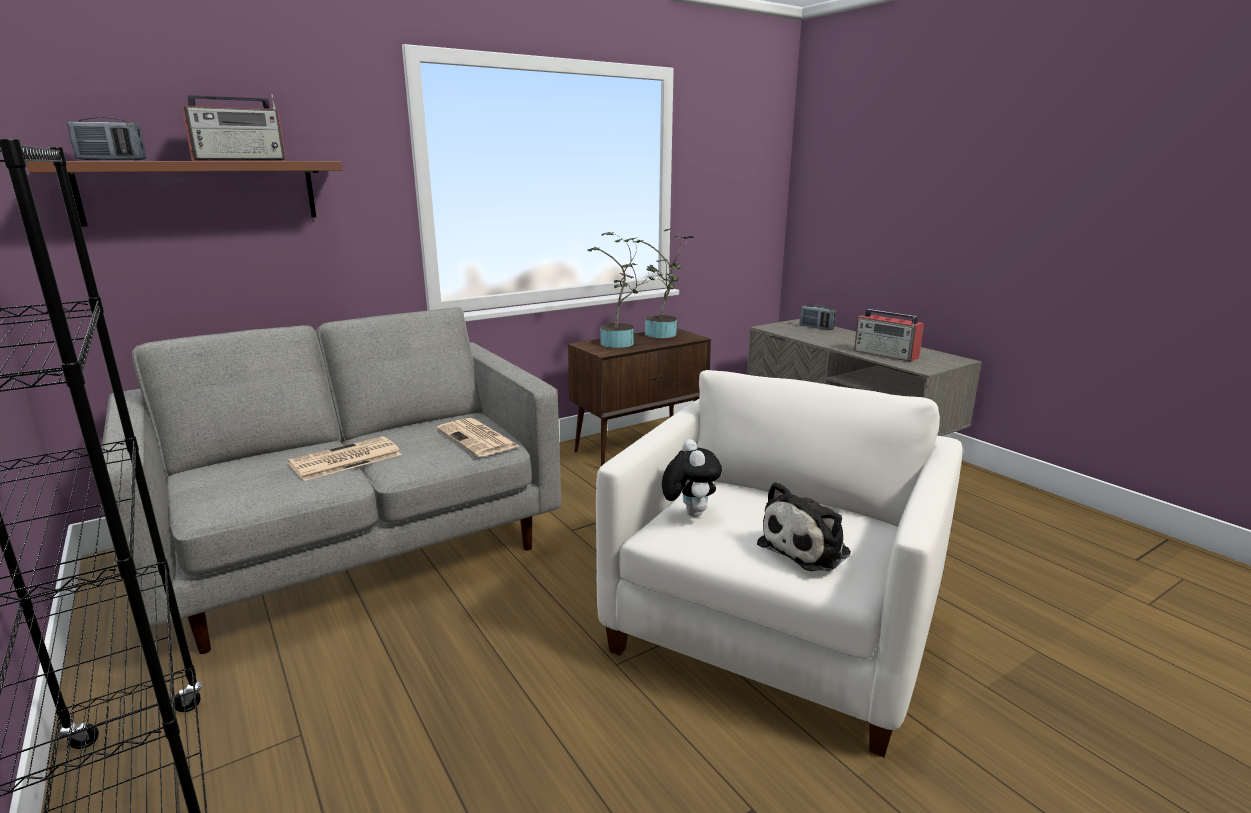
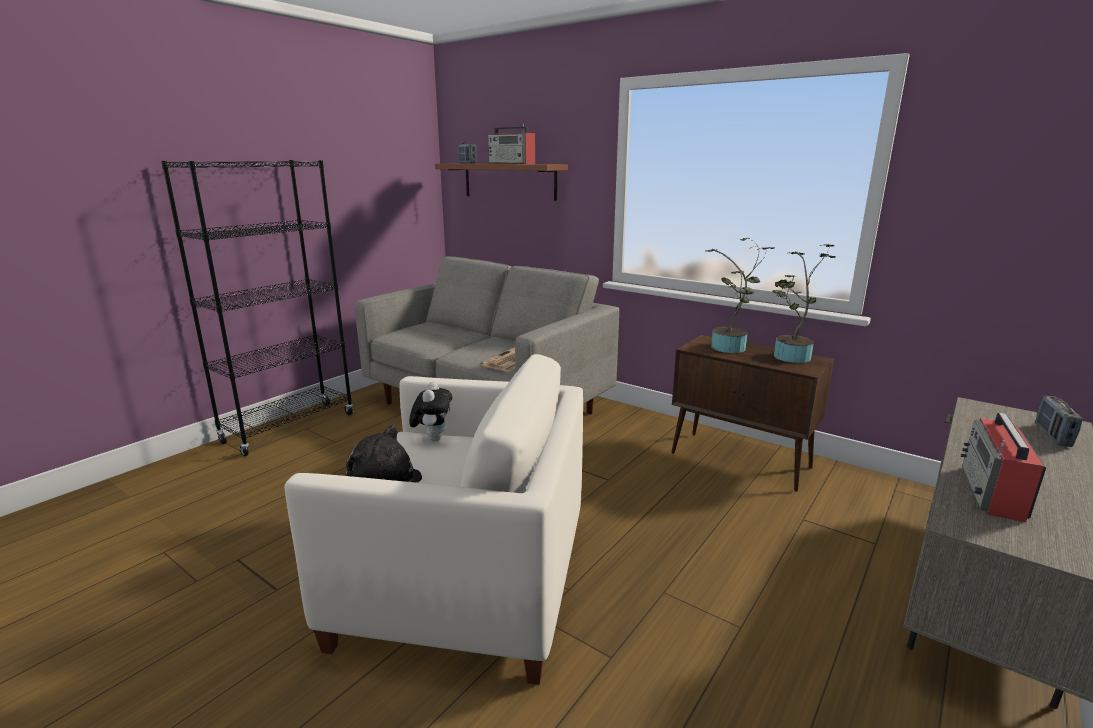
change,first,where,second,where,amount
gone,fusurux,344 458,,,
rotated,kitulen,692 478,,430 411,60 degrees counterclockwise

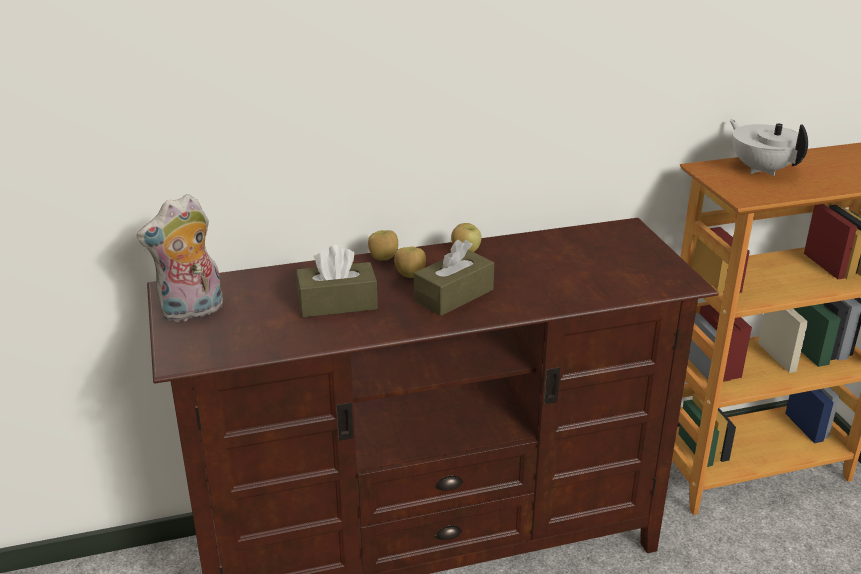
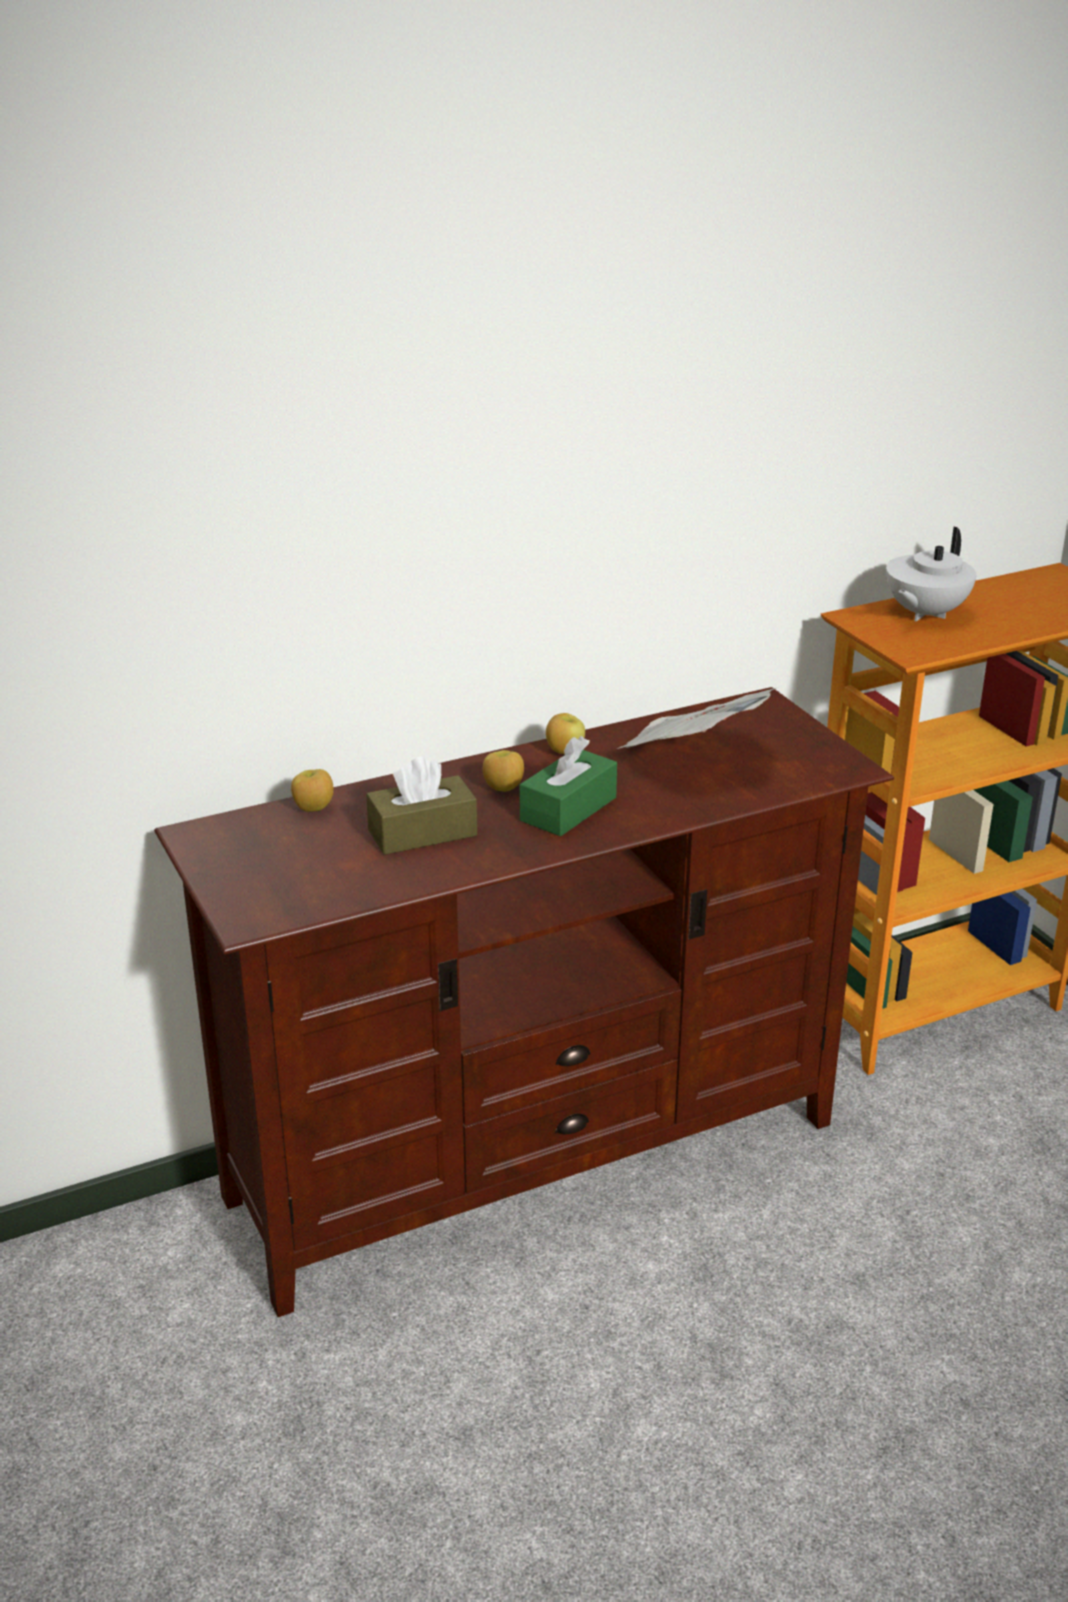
change,first,where,second,where,amount
rotated,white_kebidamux,769 148,,931 574,105 degrees counterclockwise
gone,kitulen,179 258,,,
shifted,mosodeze,383 245,,312 790,
repainted,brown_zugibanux,454 278,green_zugibanux,568 786,
new,,,fusurux,696 718,

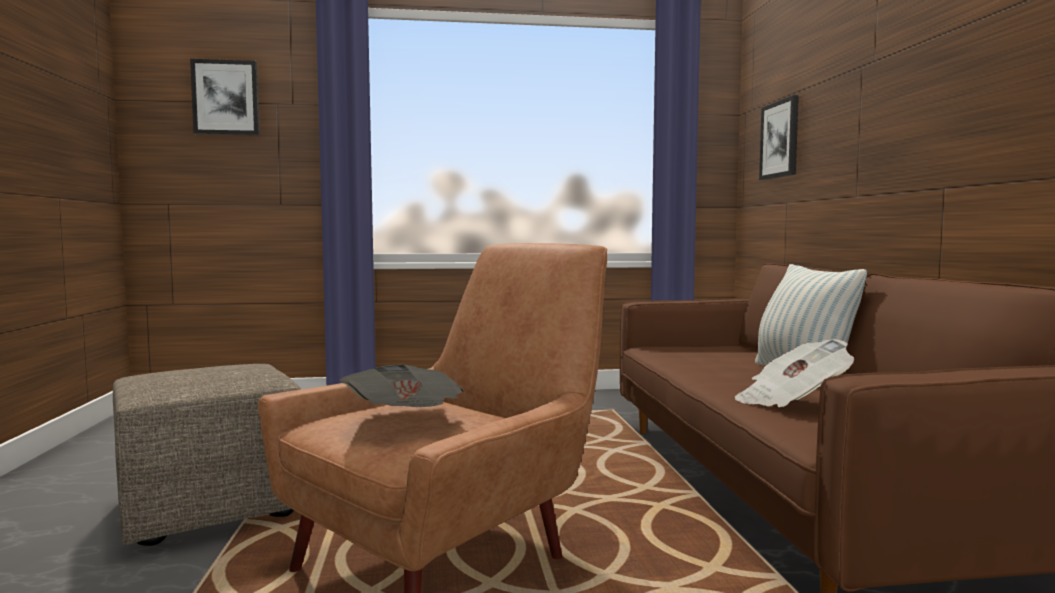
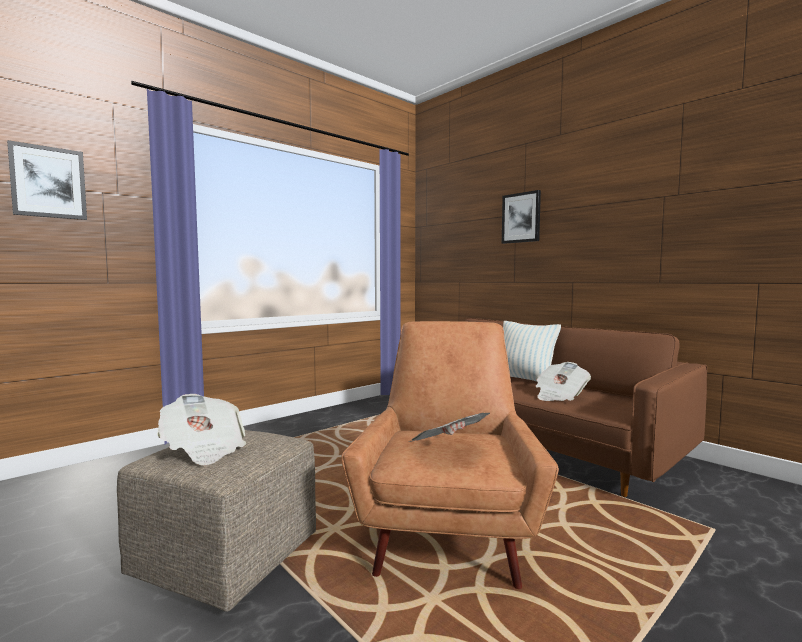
change,first,where,second,where,amount
shifted,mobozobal,779 137,,521 217,
new,,,fusurux,201 429,

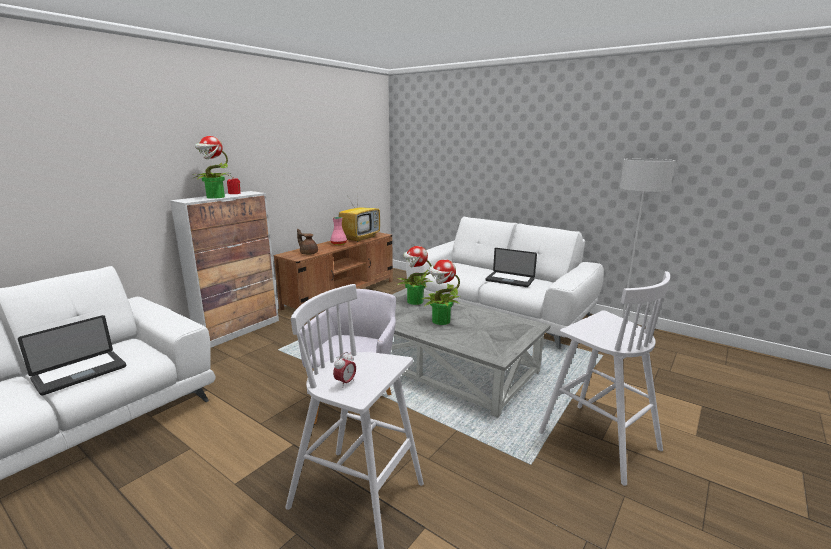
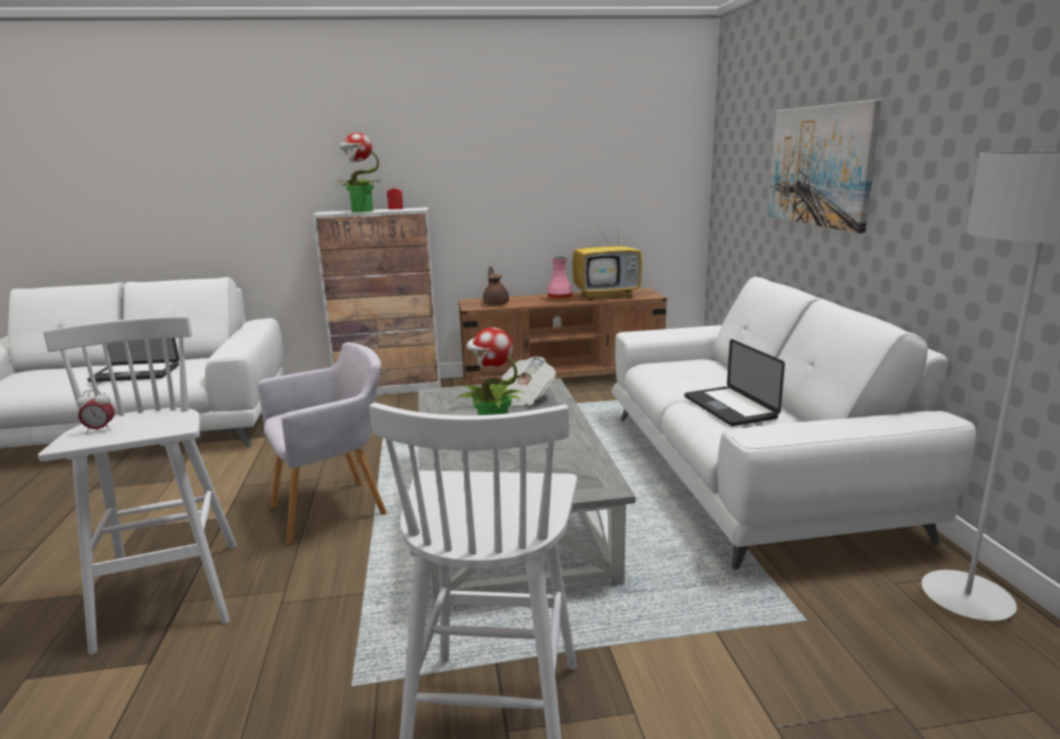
change,first,where,second,where,amount
swapped,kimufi,414 275,fusurux,528 381,
new,,,mobozobal,825 166,

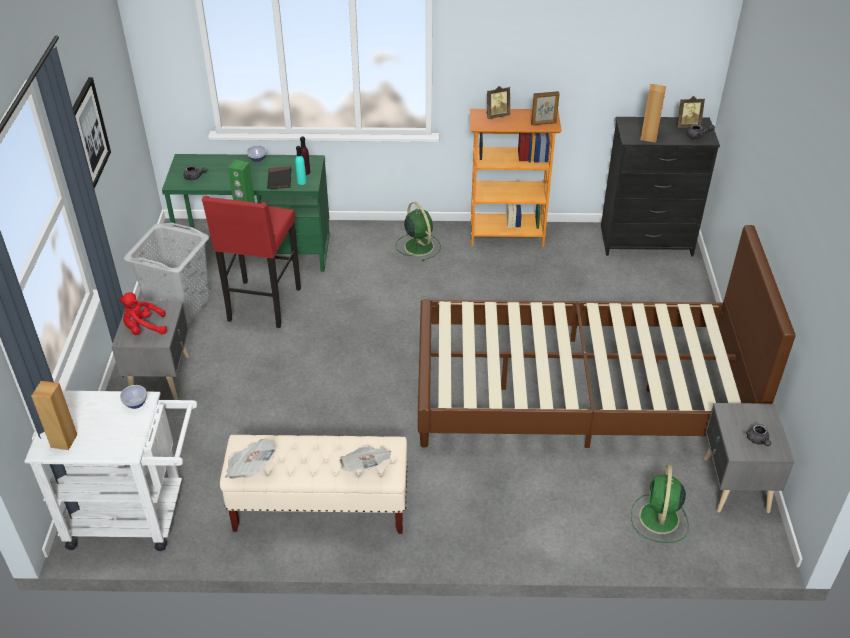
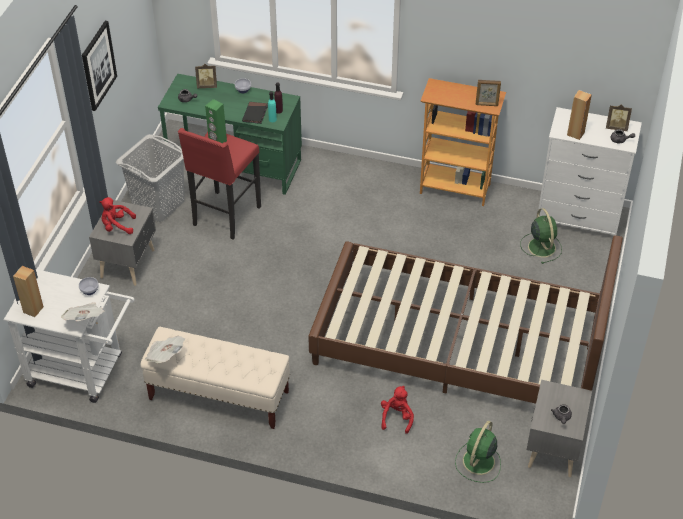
change,first,where,second,where,amount
shifted,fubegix,498 102,,206 76,
repainted,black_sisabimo,660 187,white_sisabimo,590 171,
shifted,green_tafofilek,418 231,,541 236,
shifted,fusurux,365 458,,83 311,
new,,,red_kitulen,397 410,

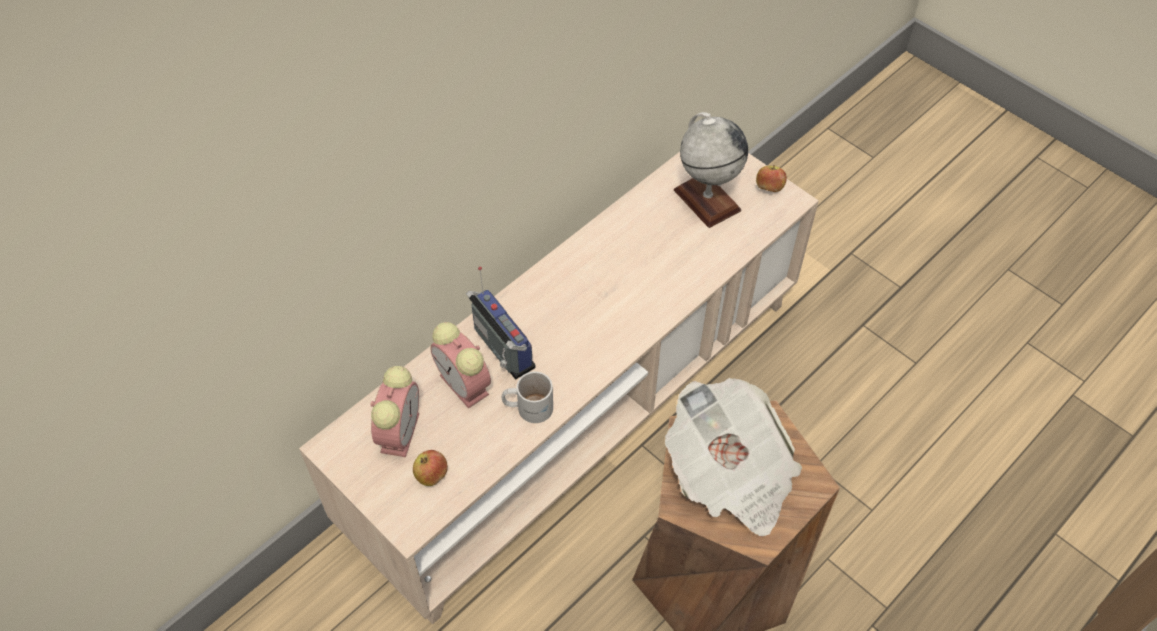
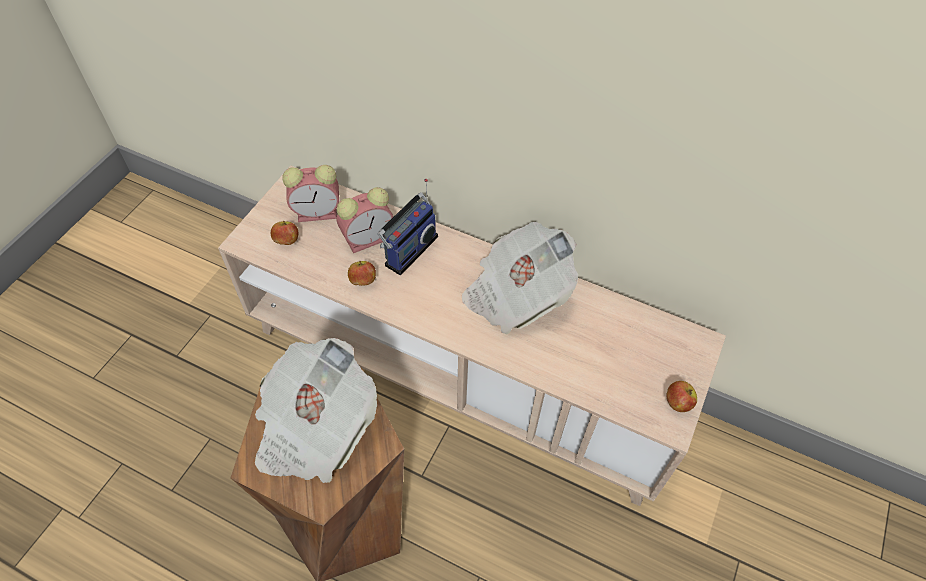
change,first,where,second,where,amount
gone,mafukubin,711 170,,,
rotated,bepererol,460 365,,364 220,150 degrees counterclockwise
swapped,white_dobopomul,527 397,mosodeze,362 273,
new,,,fusurux,520 278,

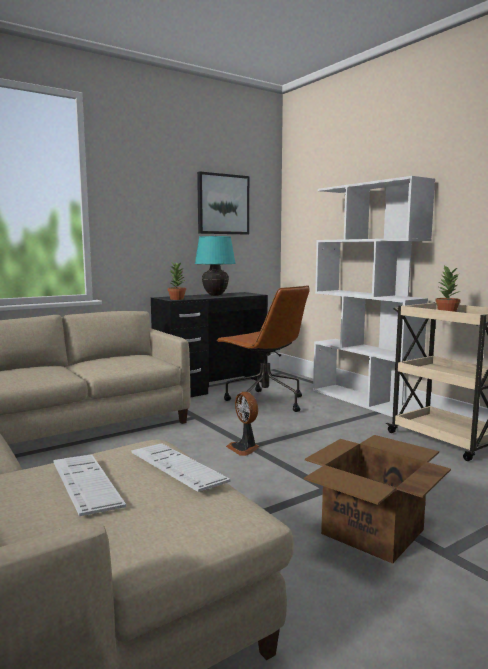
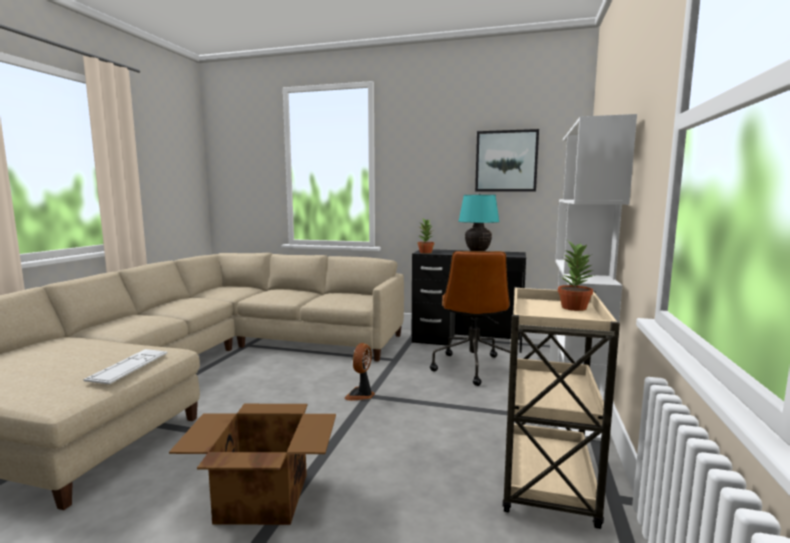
change,first,where,second,where,amount
gone,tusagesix,89 485,,,

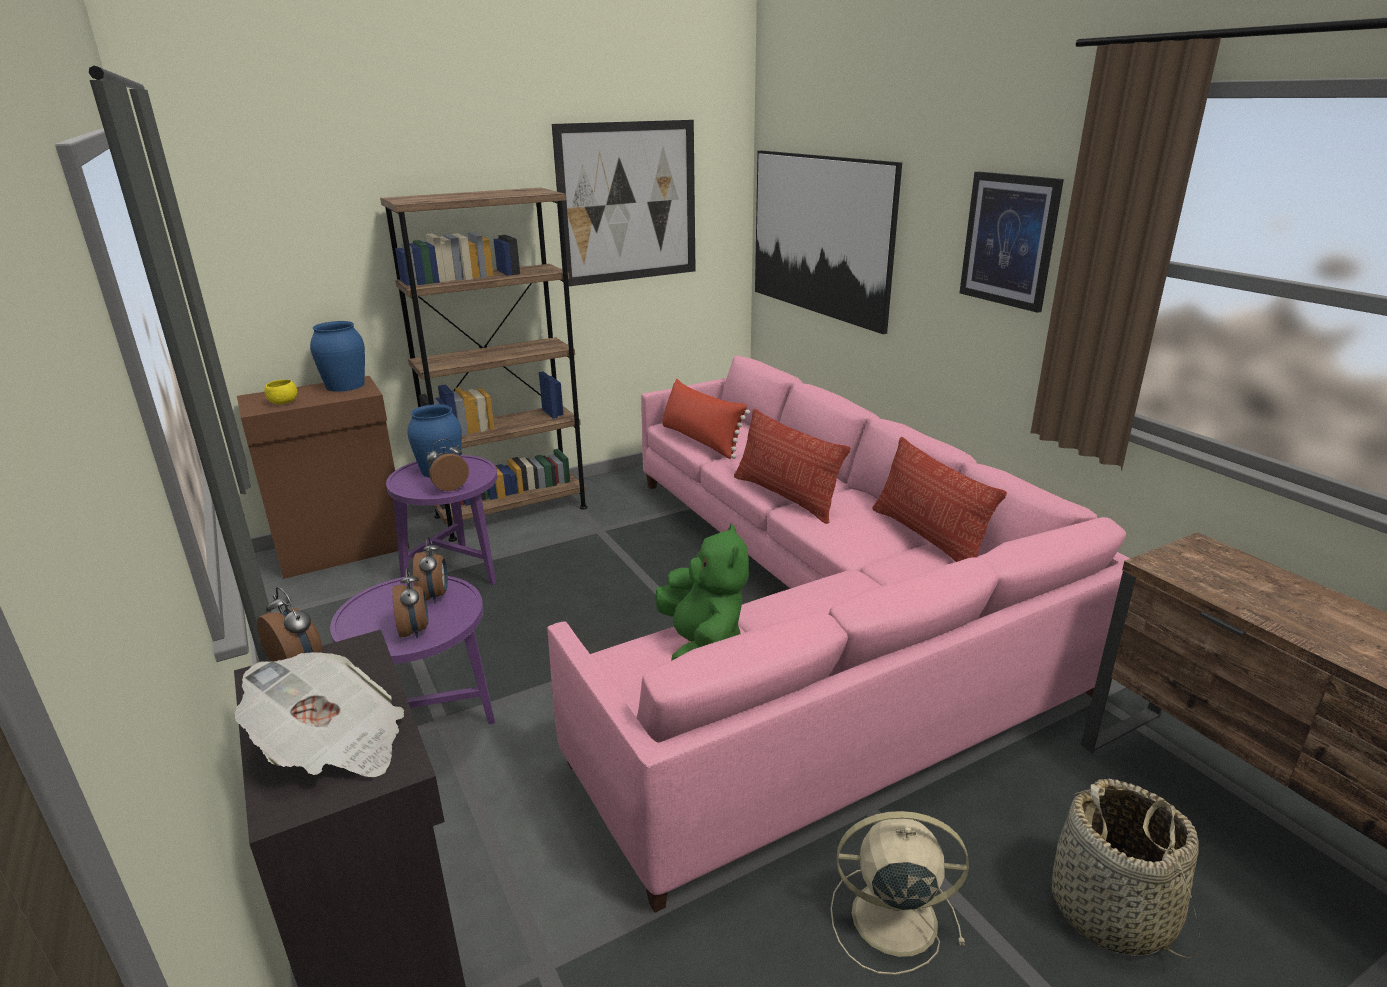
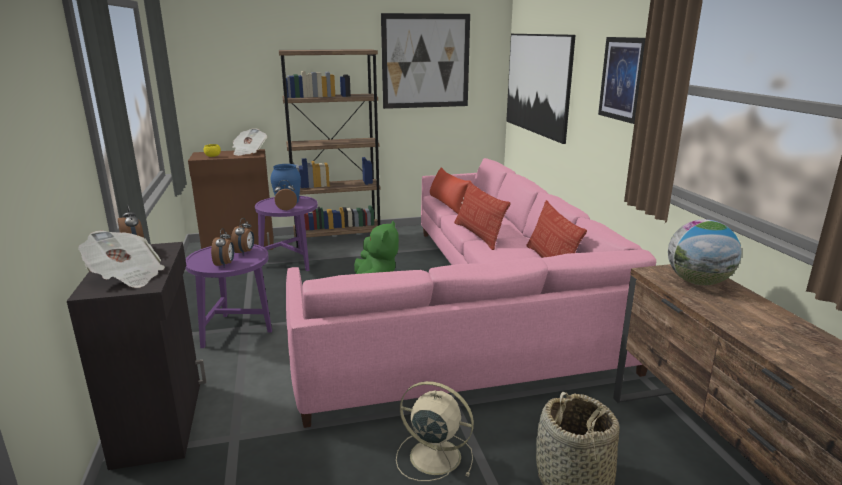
change,first,where,second,where,amount
swapped,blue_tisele,337 356,fusurux,249 142,
new,,,mafukubin,704 252,

